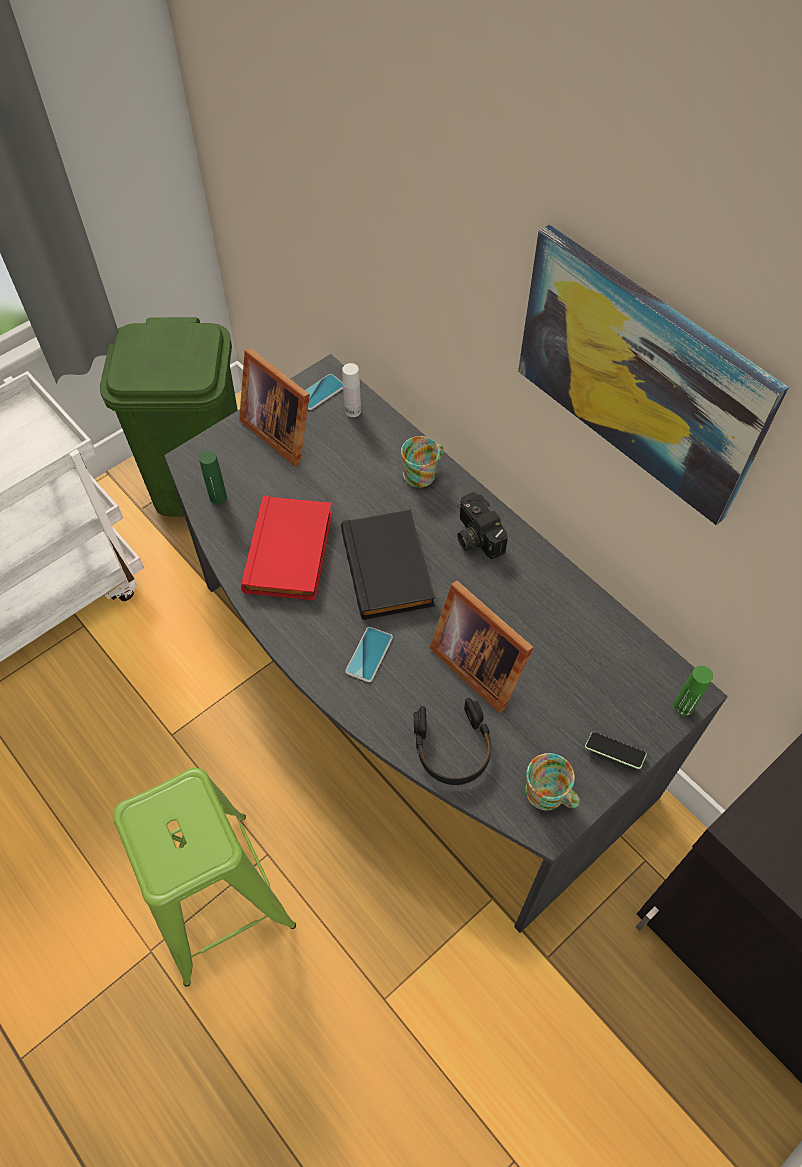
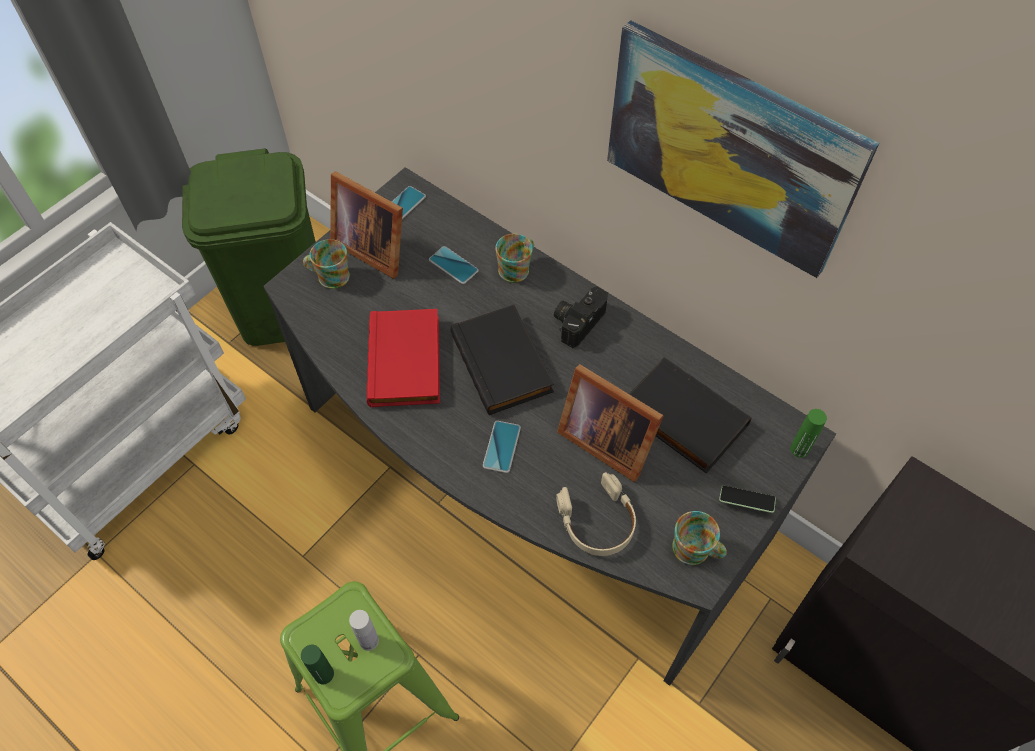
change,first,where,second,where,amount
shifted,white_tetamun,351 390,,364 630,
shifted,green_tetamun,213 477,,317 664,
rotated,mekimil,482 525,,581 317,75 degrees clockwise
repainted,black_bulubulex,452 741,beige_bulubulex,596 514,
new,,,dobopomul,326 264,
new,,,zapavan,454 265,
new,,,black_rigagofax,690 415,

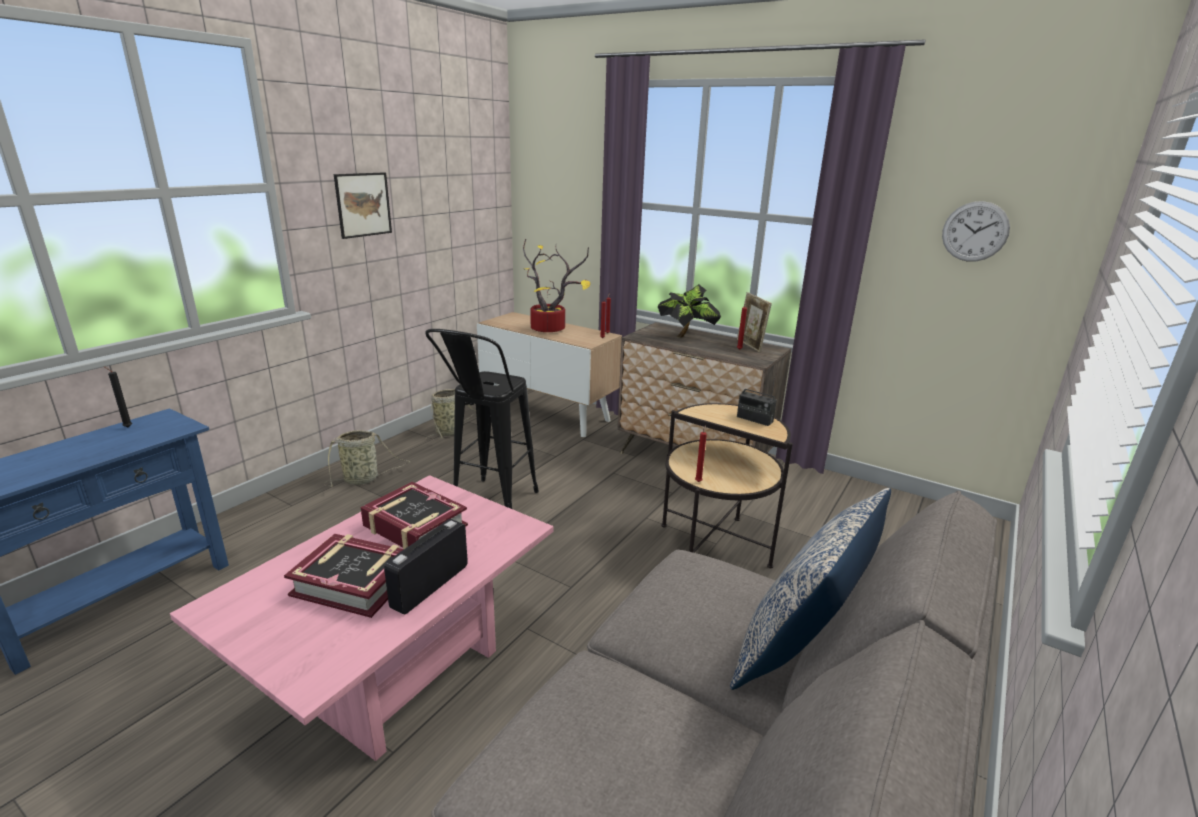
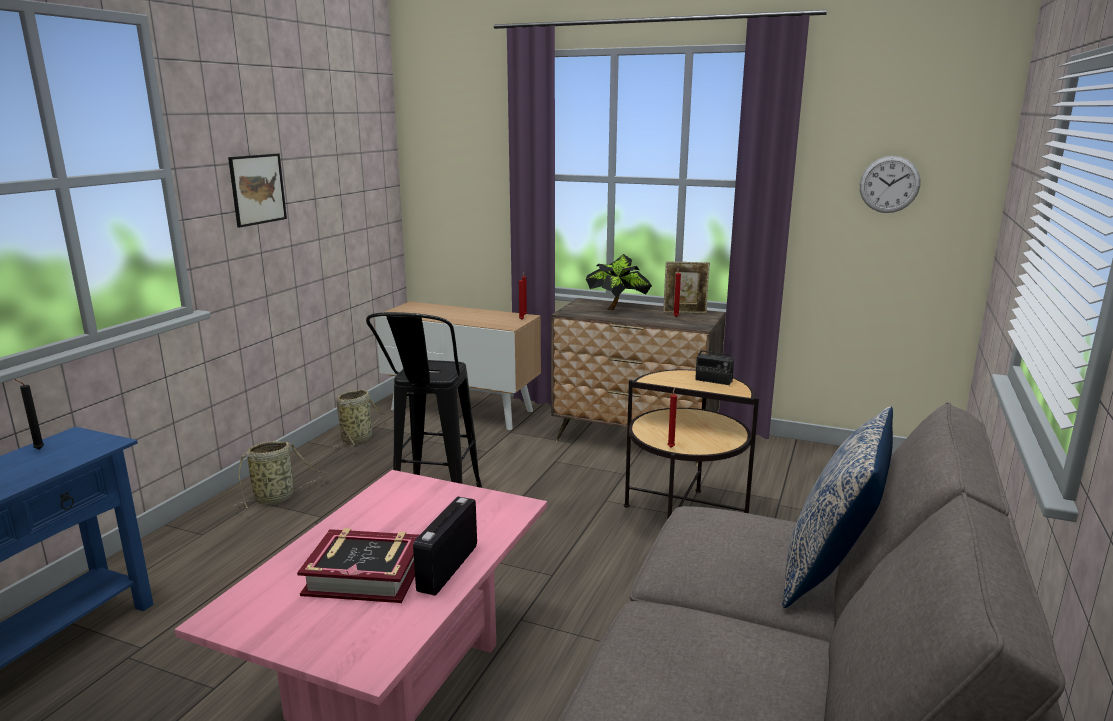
change,first,where,second,where,amount
gone,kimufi,557 285,,,
rotated,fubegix,754 322,,686 287,60 degrees counterclockwise
gone,rigagofax,414 515,,,

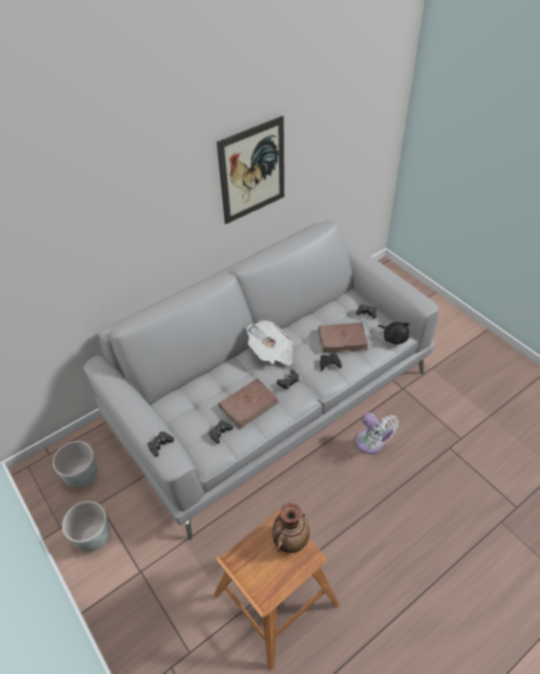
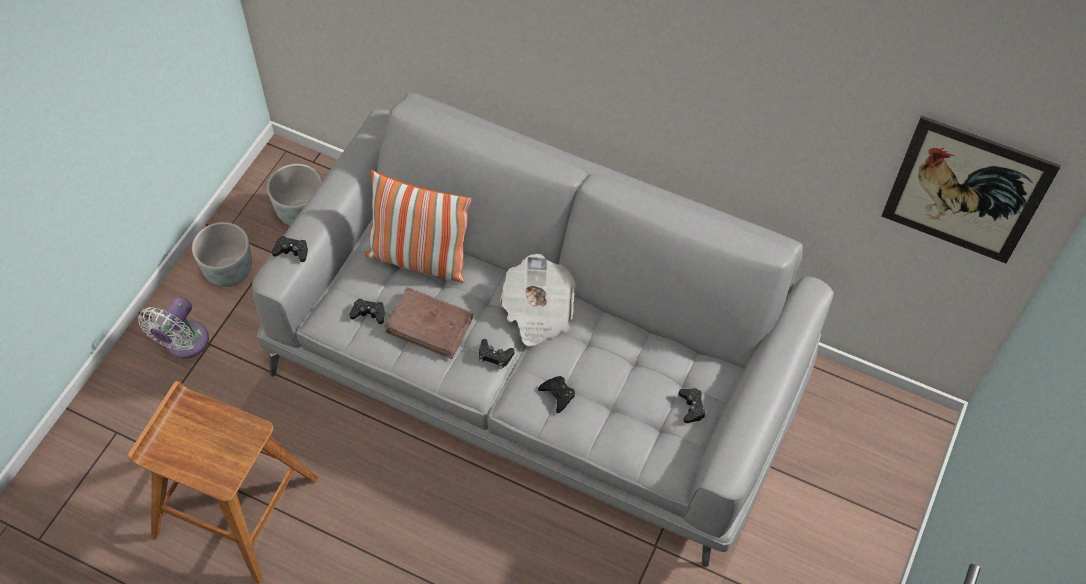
change,first,where,second,where,amount
shifted,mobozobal,250 170,,971 189,
gone,brown_rigagofax,343 337,,,
gone,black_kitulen,393 333,,,
shifted,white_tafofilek,377 433,,173 327,
gone,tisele,291 528,,,
new,,,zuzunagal,419 226,

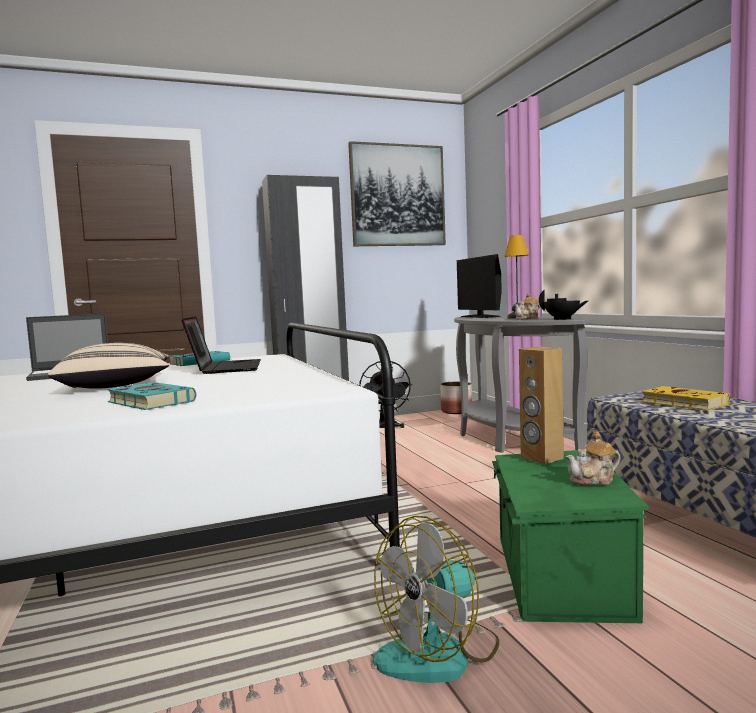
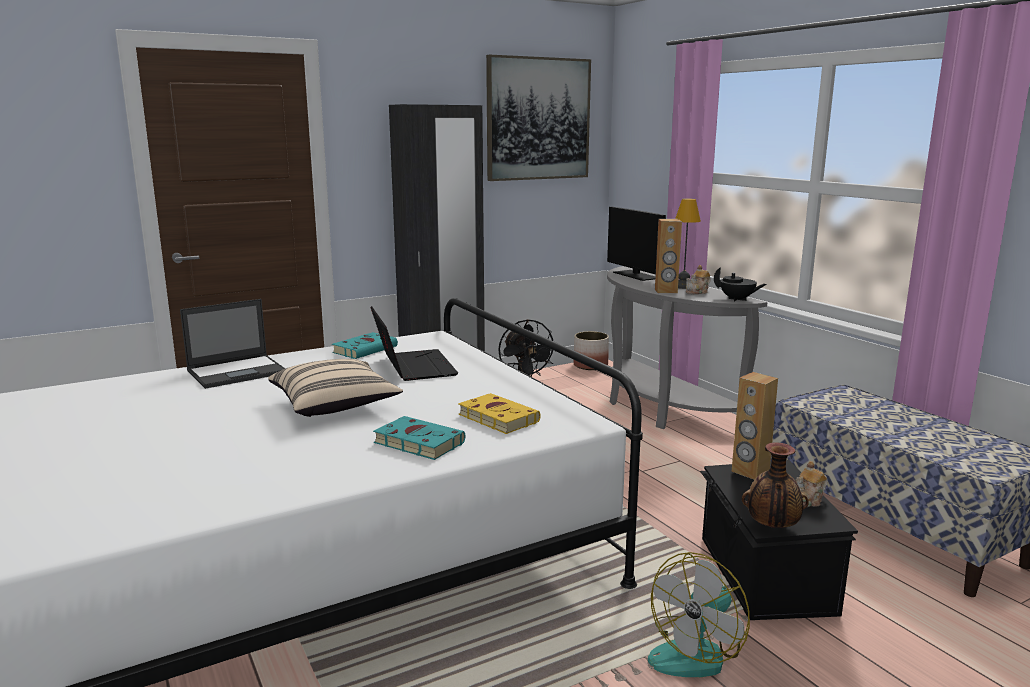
change,first,where,second,where,amount
shifted,yellow_rigagofax,686 398,,499 413,
repainted,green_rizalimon,570 536,black_rizalimon,779 540,
new,,,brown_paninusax,668 256,
new,,,tisele,775 485,

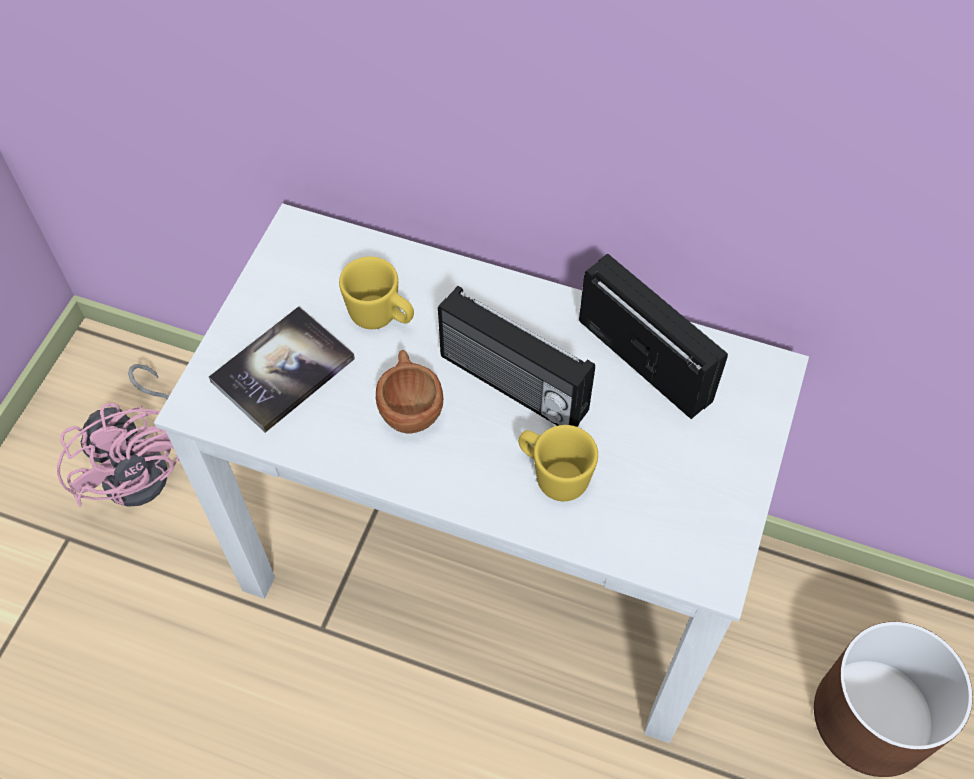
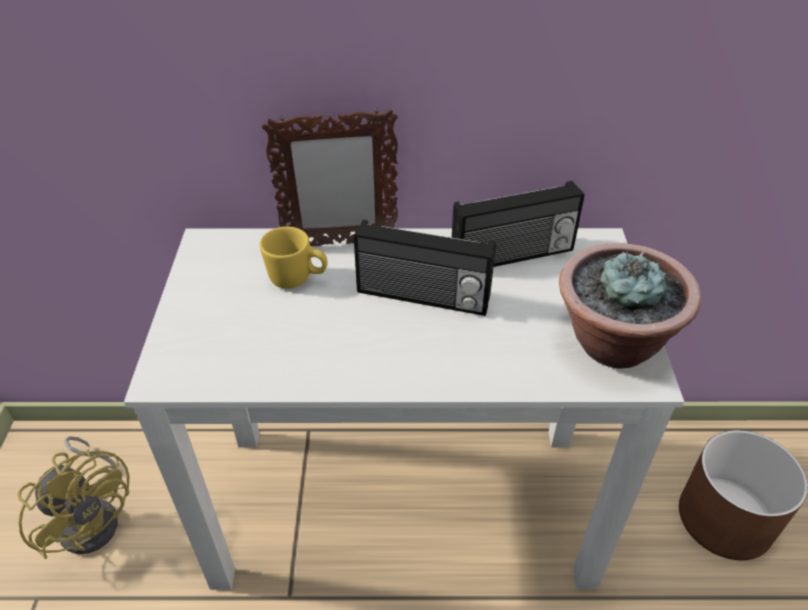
change,first,where,second,where,amount
rotated,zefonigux,653 336,,518 224,135 degrees clockwise
gone,rigagofax,282 369,,,
gone,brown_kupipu,409 391,,,
repainted,pink_tafofilek,118 435,yellow_tafofilek,73 497,
gone,yellow_dobopomul,558 463,,,
new,,,fubegix,330 177,
new,,,kimufi,630 306,

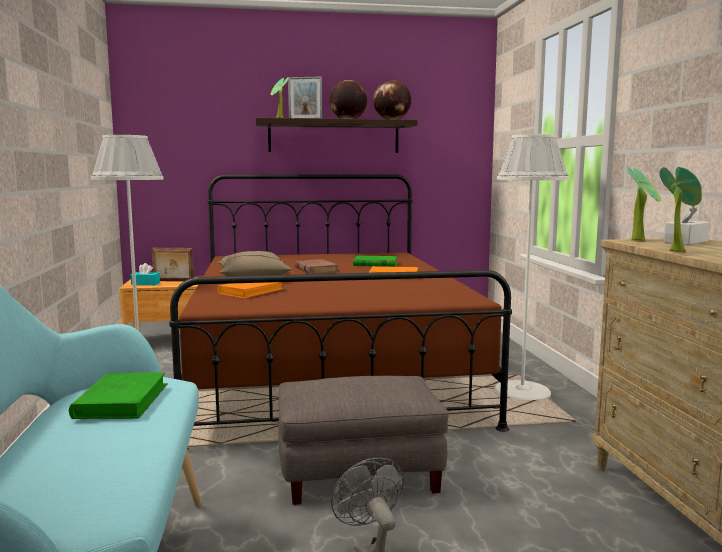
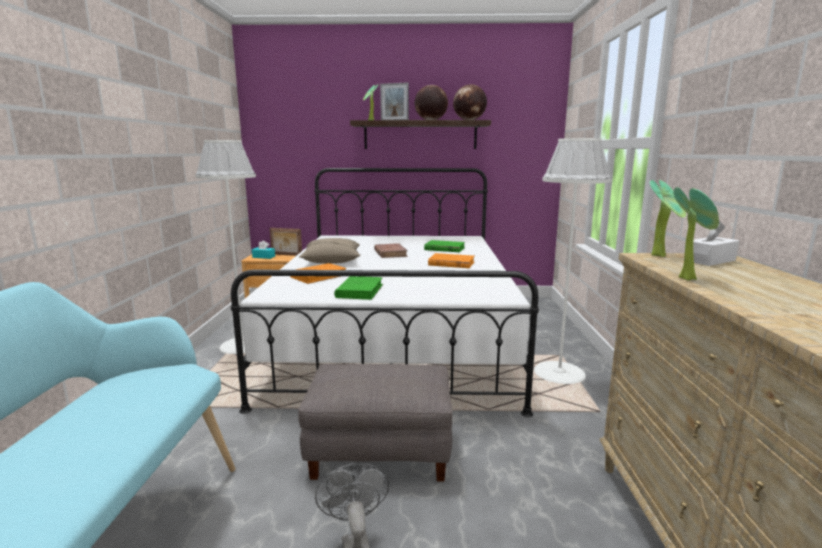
change,first,where,second,where,amount
repainted,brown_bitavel,340 312,white_bitavel,385 292,
shifted,green_rigagofax,118 395,,358 288,

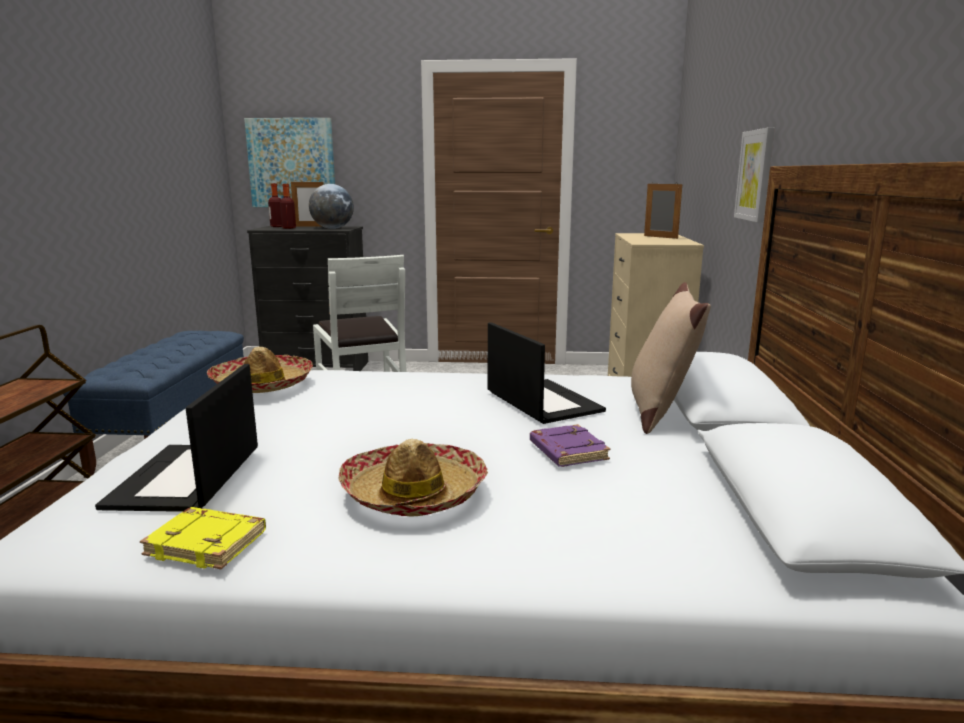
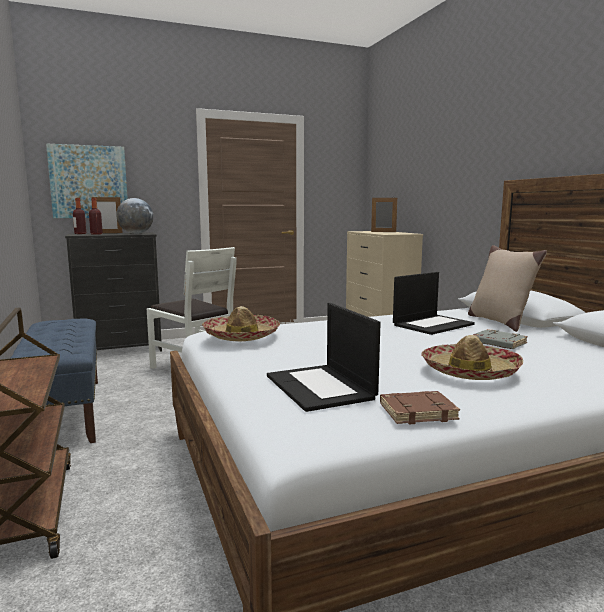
change,first,where,second,where,amount
gone,mobozobal,754 174,,,
rotated,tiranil,547 373,,434 303,105 degrees clockwise
repainted,purple_rigagofax,570 445,grey_rigagofax,500 339,
repainted,yellow_rigagofax,203 538,brown_rigagofax,420 408,

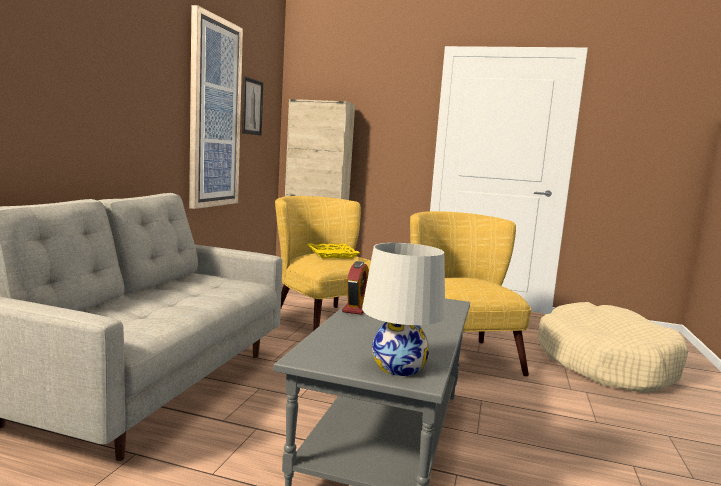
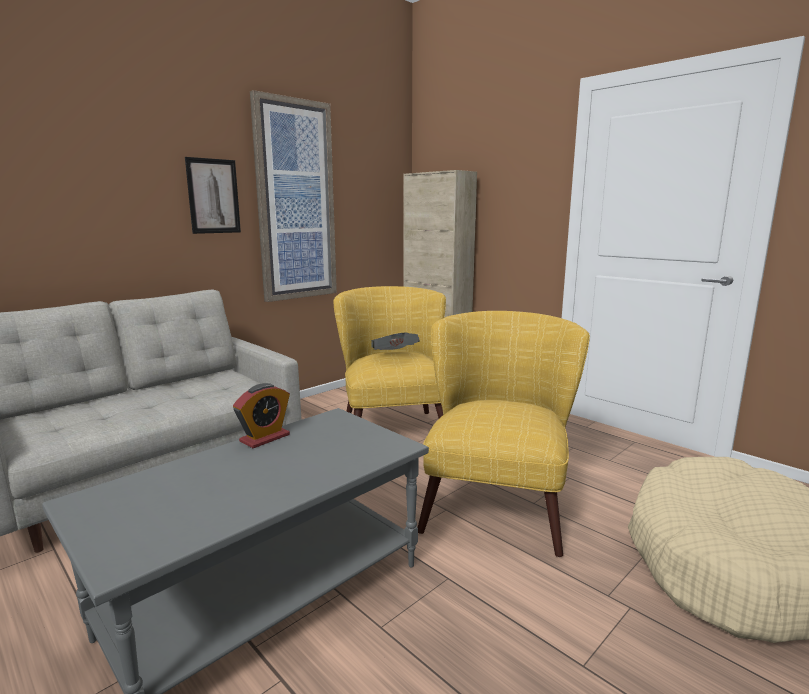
change,first,where,second,where,amount
shifted,mobozobal,252 106,,213 195,
swapped,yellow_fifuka,333 250,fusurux,395 341,
gone,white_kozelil,403 309,,,

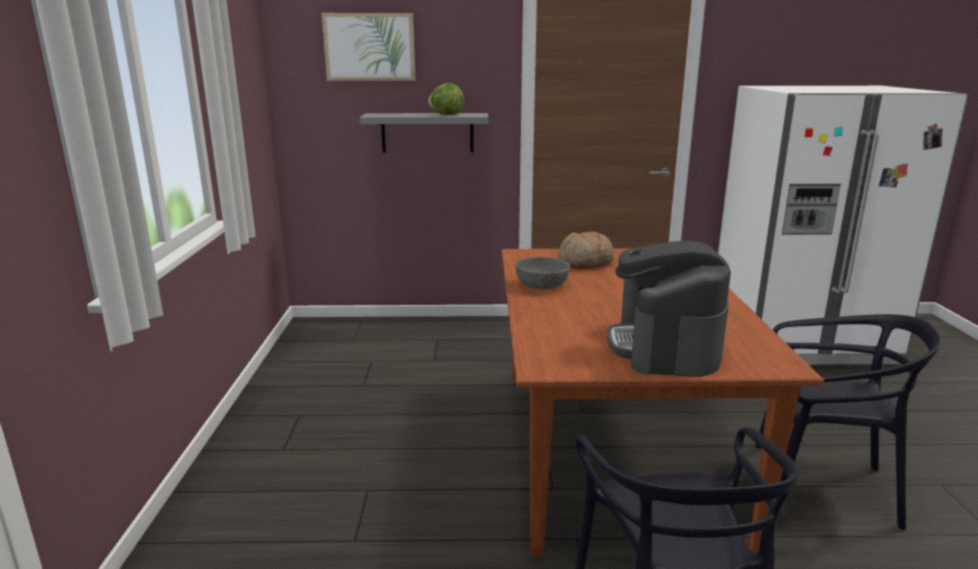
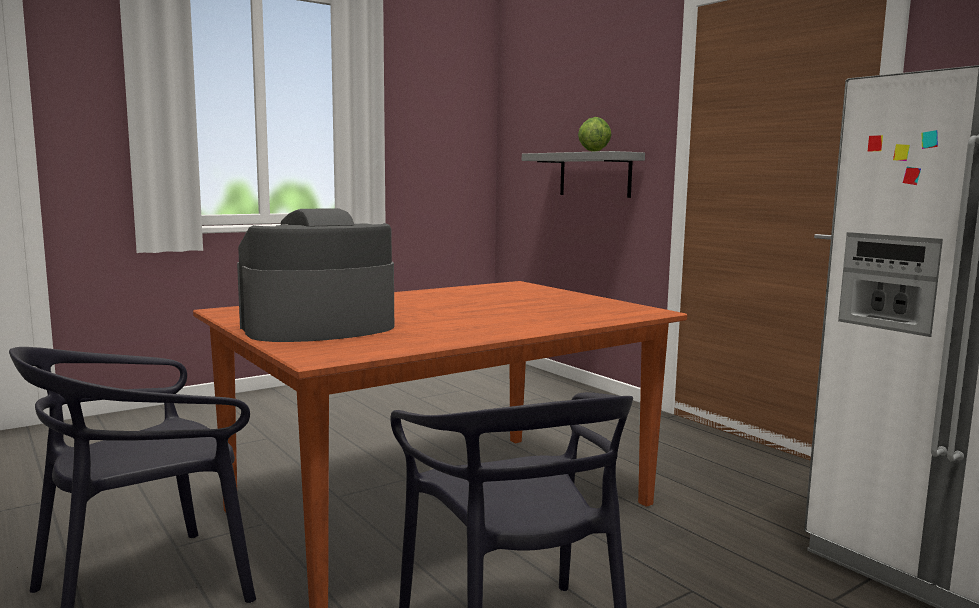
change,first,where,second,where,amount
gone,mobozobal,368 47,,,
gone,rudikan,586 250,,,
gone,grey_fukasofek,542 273,,,

